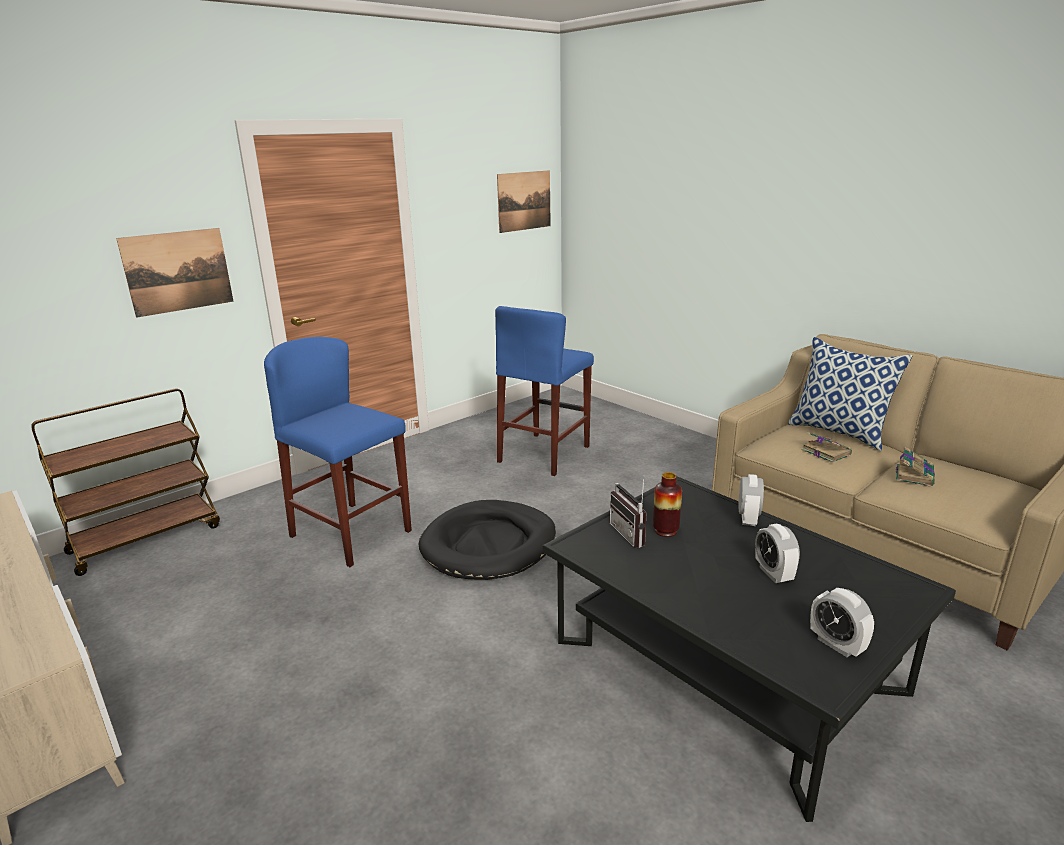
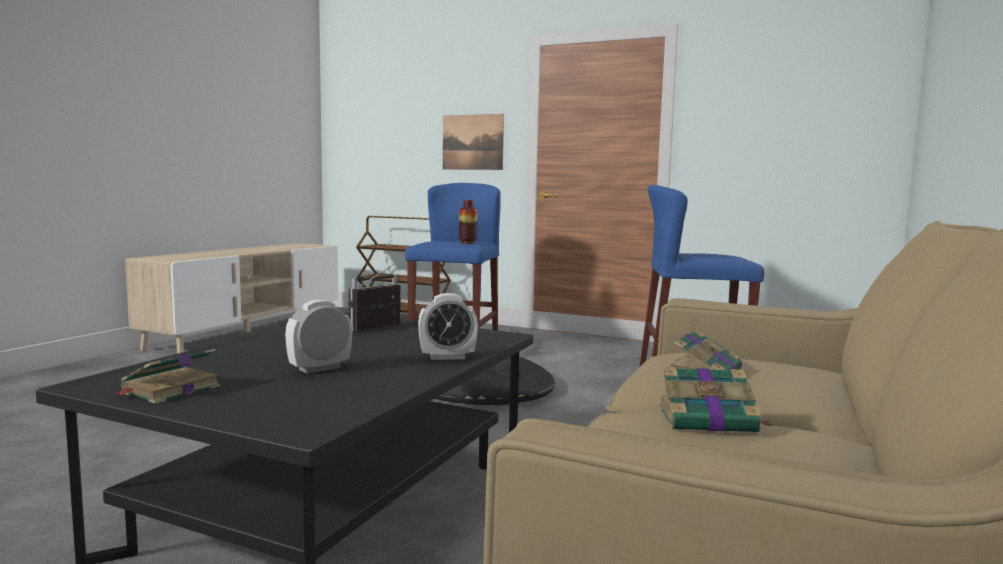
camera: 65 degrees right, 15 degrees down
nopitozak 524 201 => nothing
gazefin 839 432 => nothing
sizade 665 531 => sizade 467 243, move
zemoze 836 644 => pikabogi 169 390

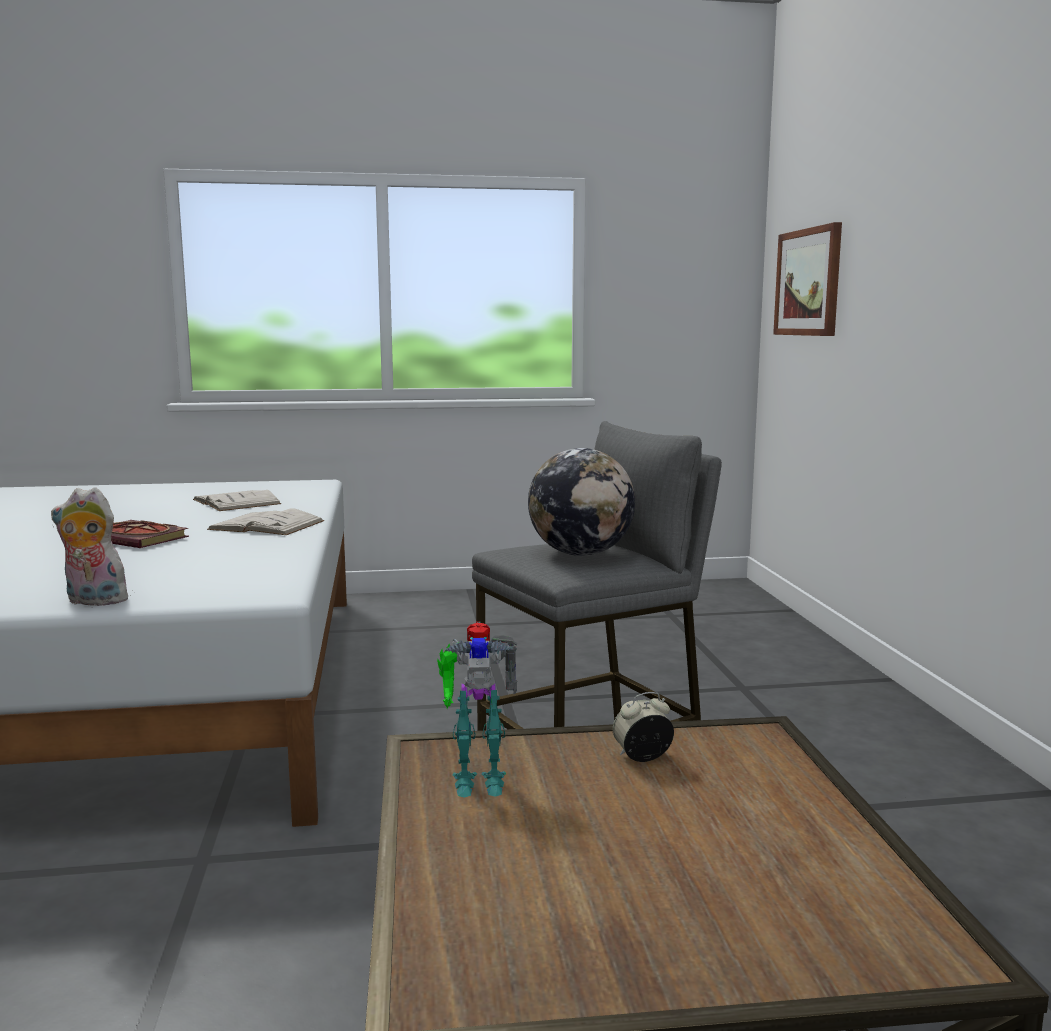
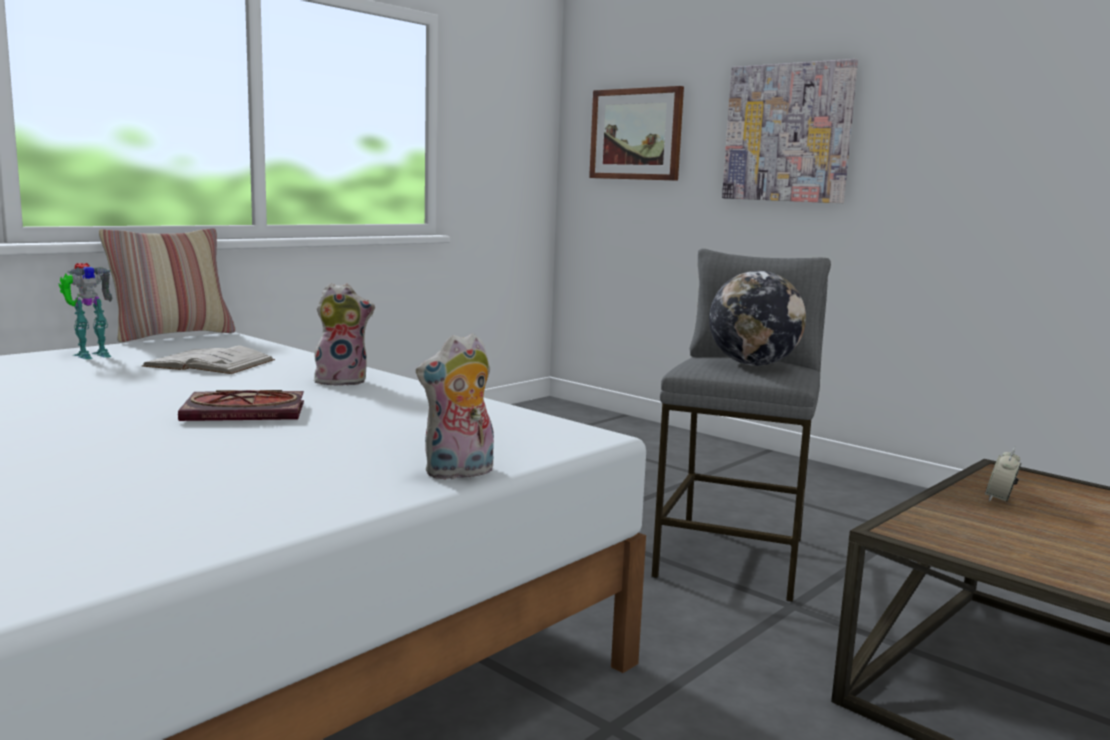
camera: 40 degrees left, 0 degrees up
nothing => gazefin 172 335
nothing => nopitozak 788 133
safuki 476 779 => safuki 90 355, move
white_pikabogi 266 525 => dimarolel 342 381

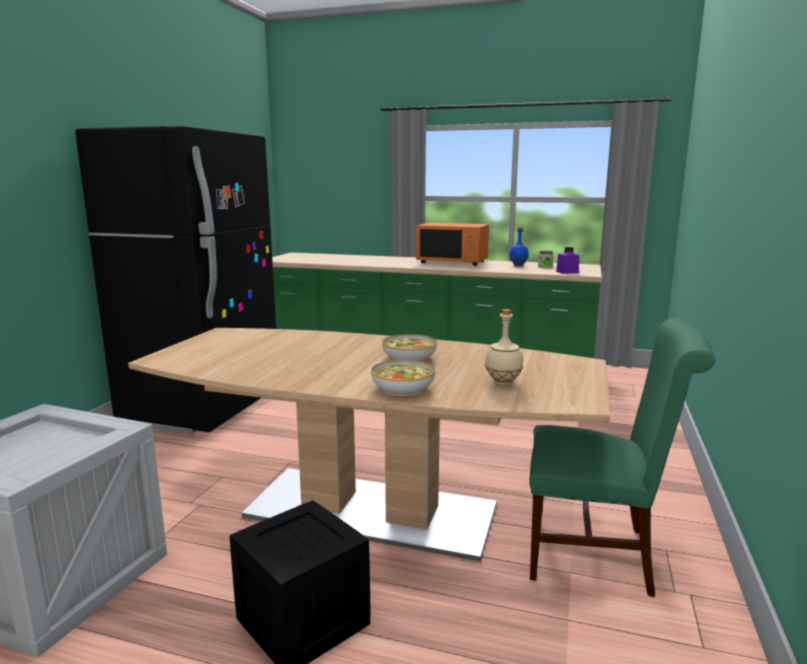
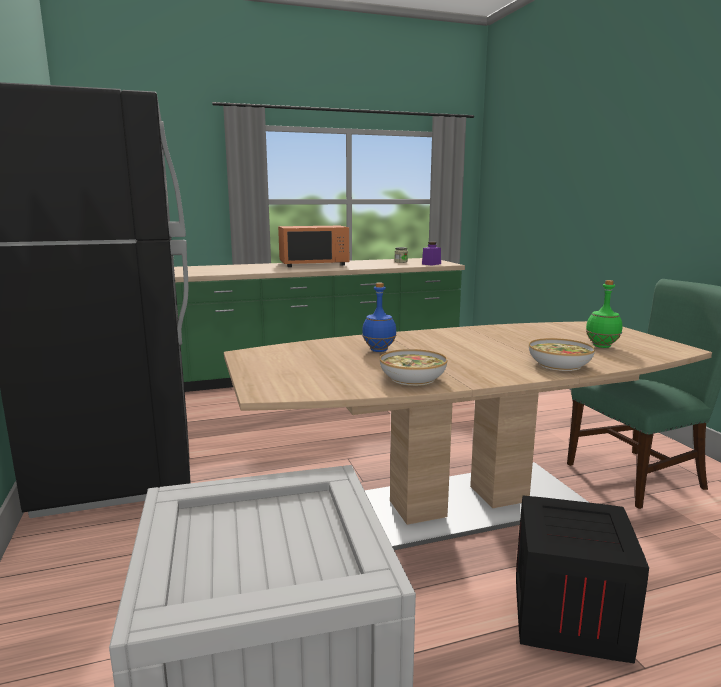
camera: 35 degrees left, 0 degrees up
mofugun 409 358 => mofugun 413 378, move
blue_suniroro 518 265 => blue_suniroro 378 350, move
beige_suniroro 502 382 => green_suniroro 601 346

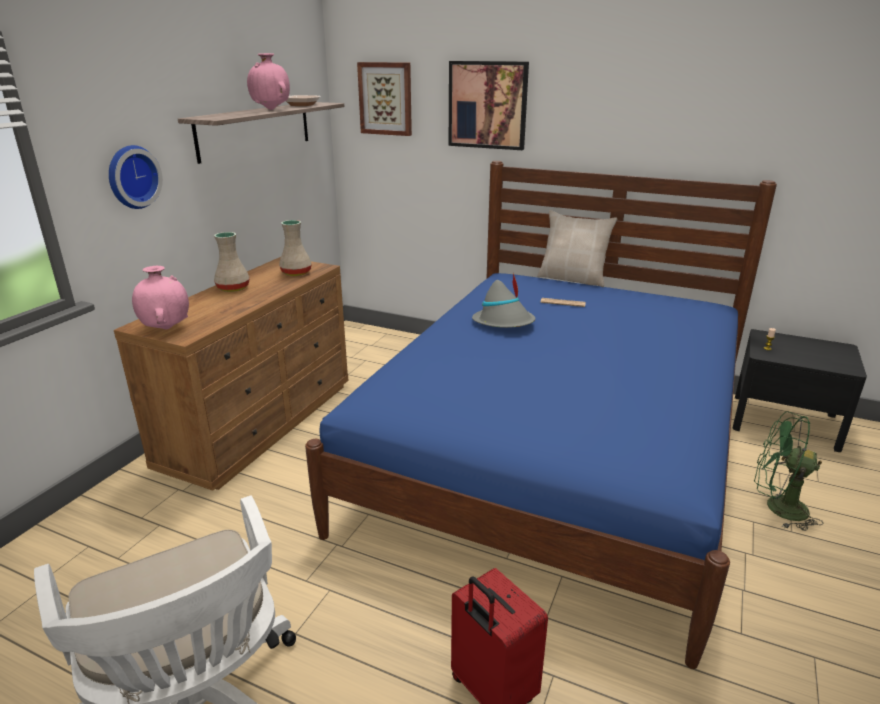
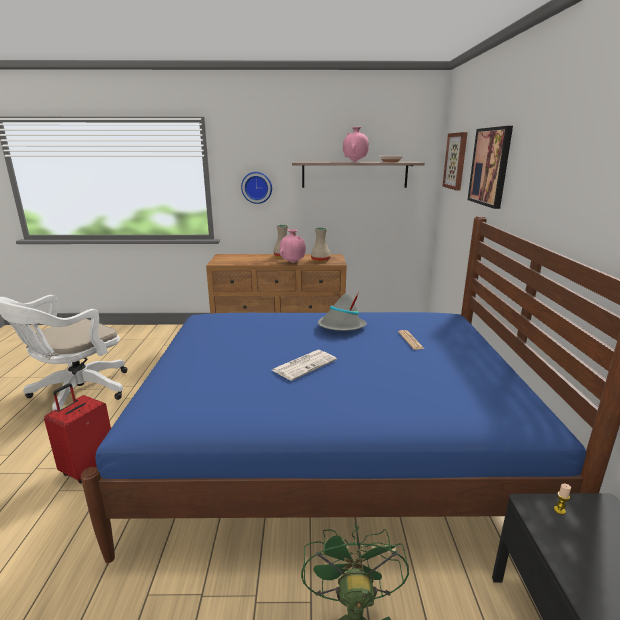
camera: 65 degrees right, 5 degrees down
beige_gazefin 573 279 => nothing
nothing => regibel 304 365
pink_sizade 166 329 => pink_sizade 293 262, move

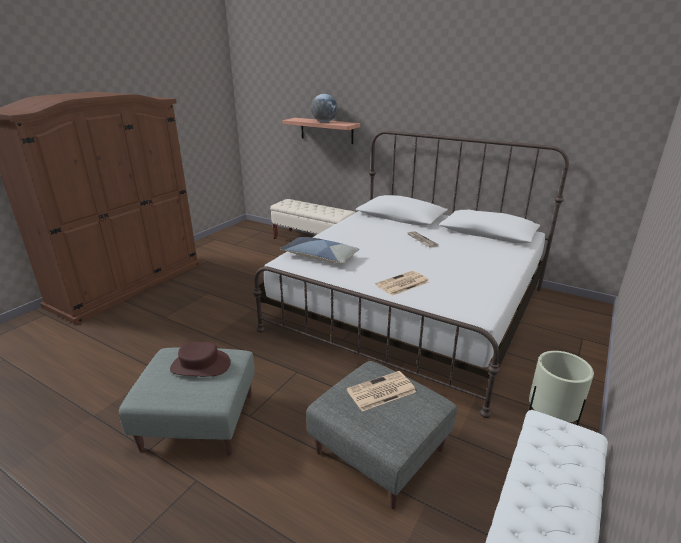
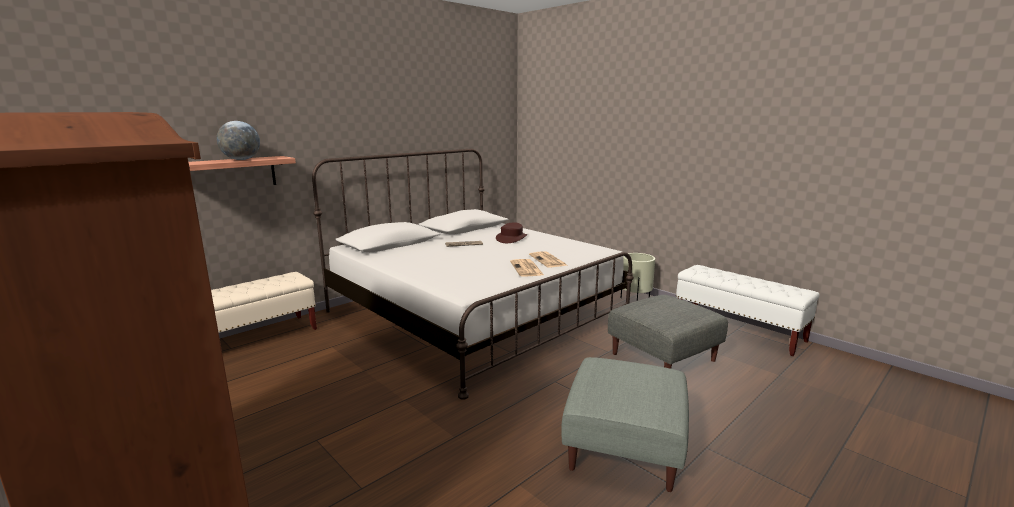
camera: 75 degrees left, 10 degrees down
gazefin 320 257 => nothing
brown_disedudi 200 365 => brown_disedudi 511 238, move
regibel 380 391 => regibel 527 269, move

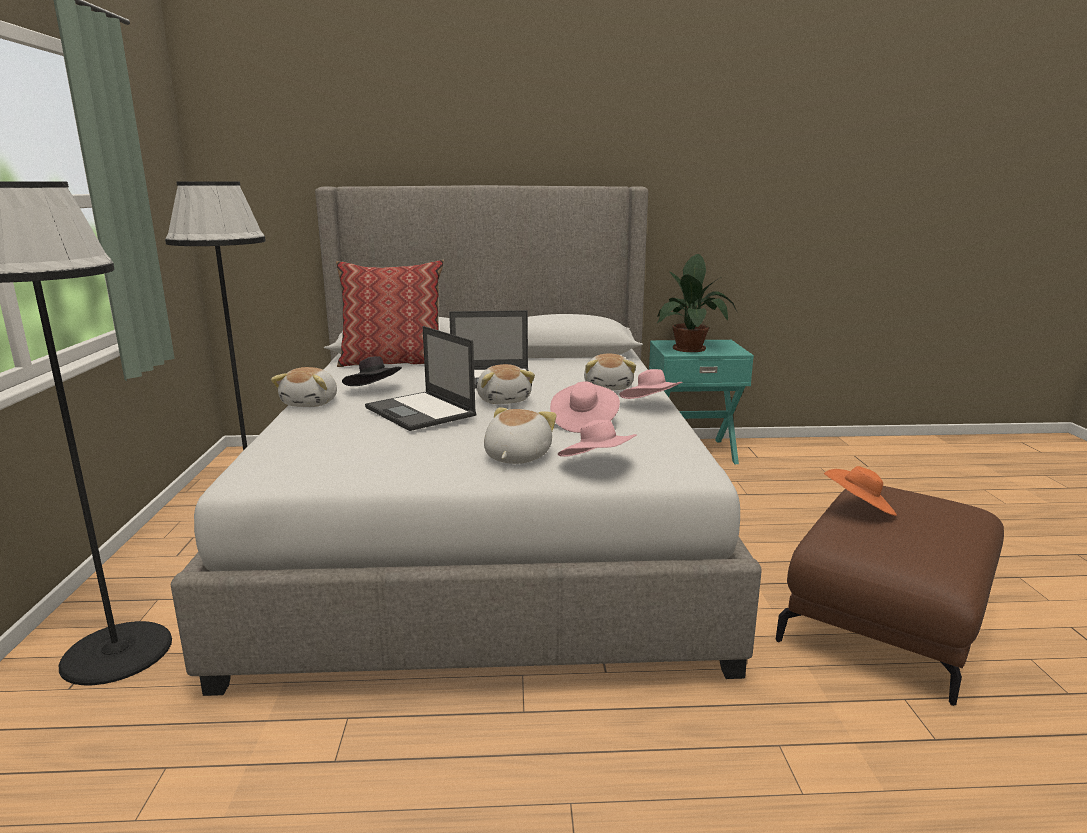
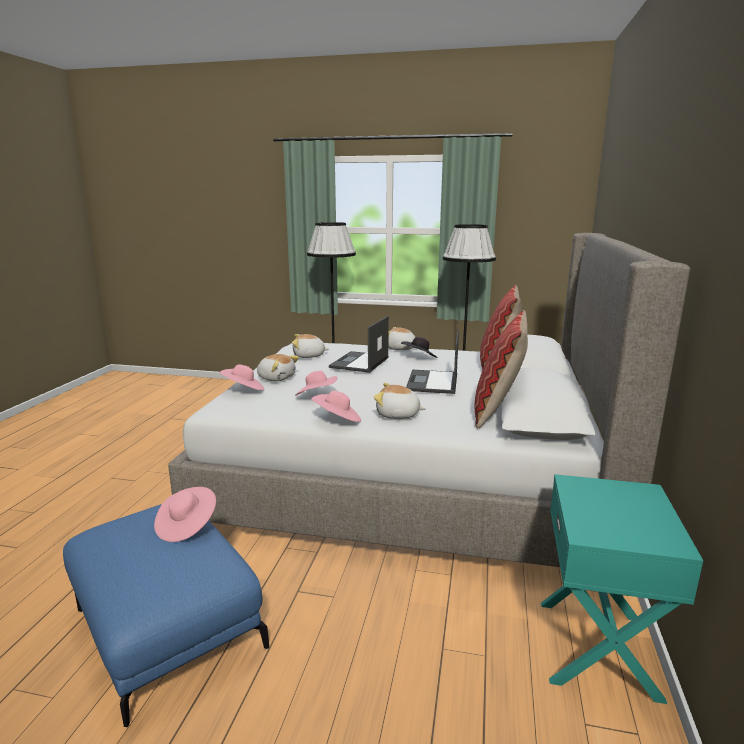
camera: 105 degrees right, 0 degrees up
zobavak 691 348 => nothing
nothing => gazefin 497 411
dimarolel 504 400 => dimarolel 309 356, move
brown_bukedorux 888 623 => blue_bukedorux 166 630
orange_disedudi 859 508 => pink_disedudi 187 526
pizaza 421 412 => pizaza 359 362, 45 degrees counterclockwise

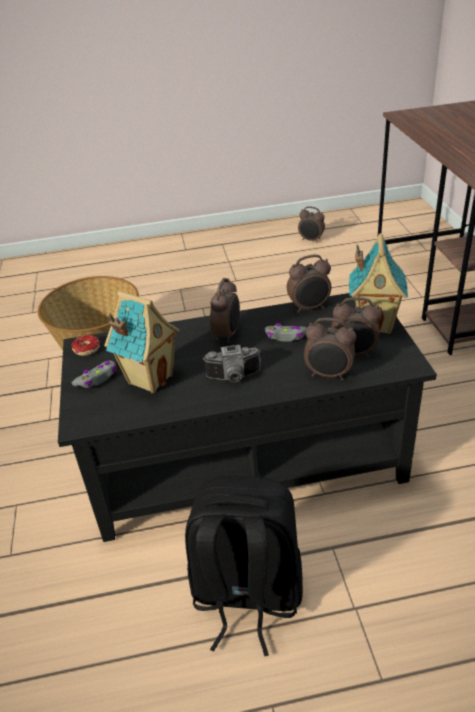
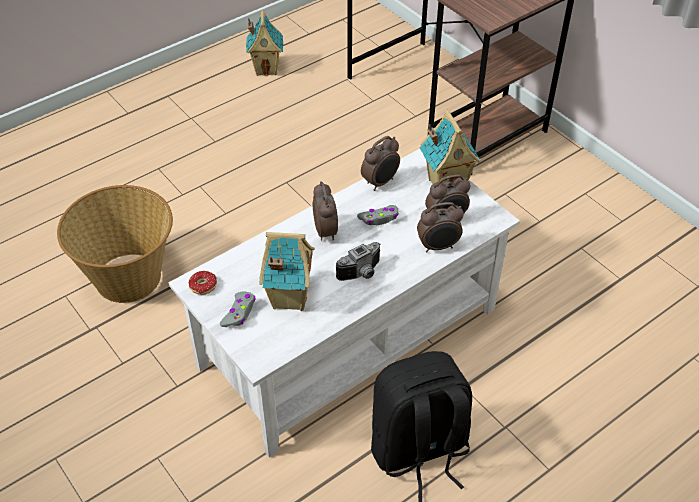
camera: 30 degrees left, 10 degrees up
zemoze 311 240 => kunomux 267 69
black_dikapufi 247 459 => white_dikapufi 349 336

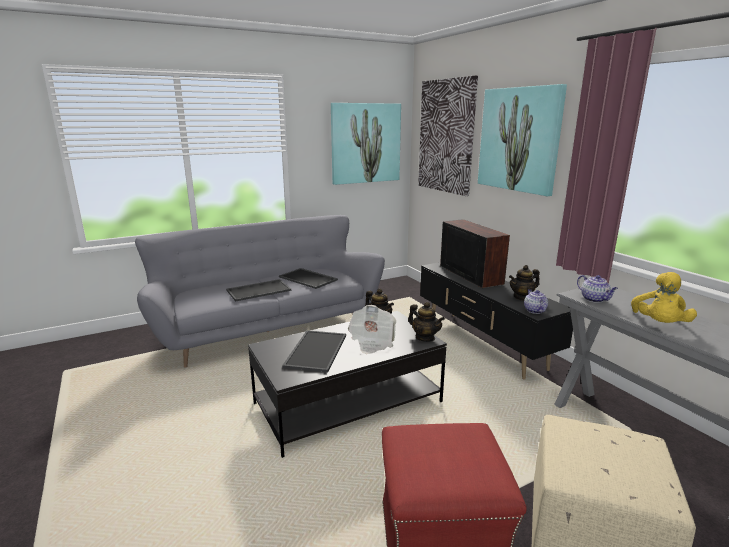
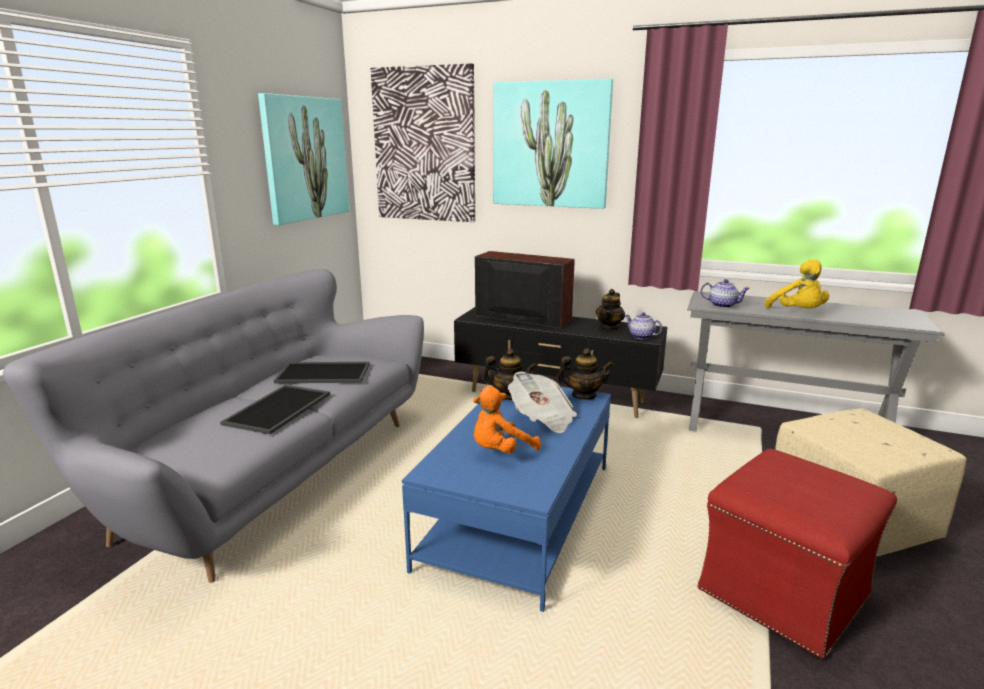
camera: 40 degrees left, 0 degrees up
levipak 315 350 => orange_dimarolel 500 451
black_dikapufi 348 403 => blue_dikapufi 519 514

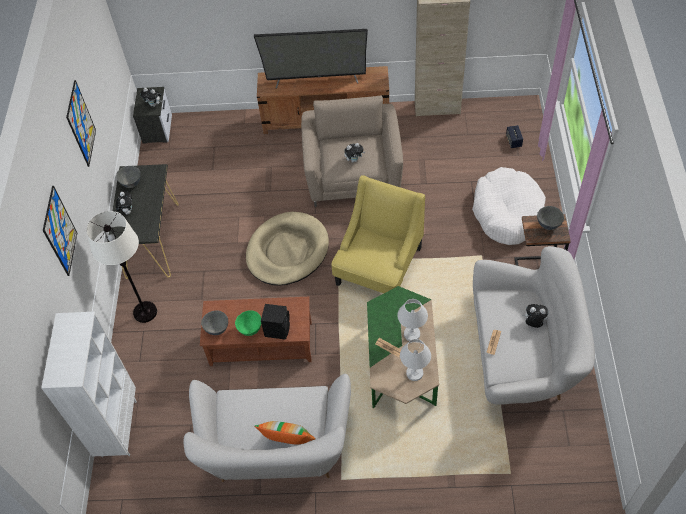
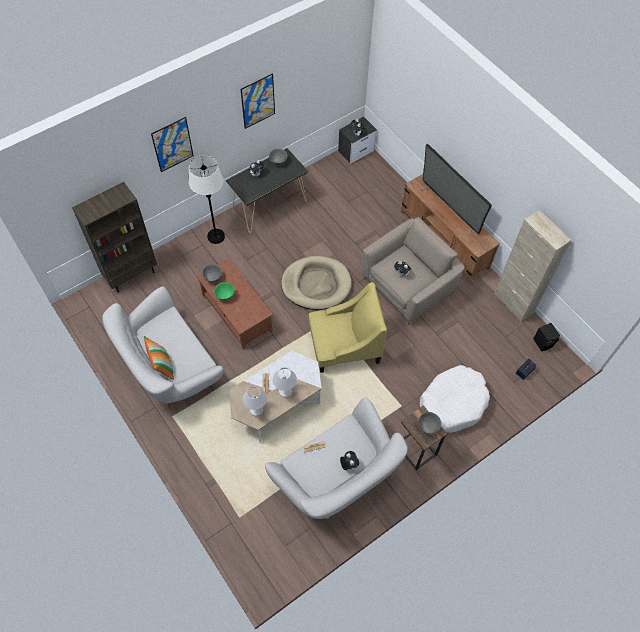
camera: 50 degrees right, 5 degrees up
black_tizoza 277 329 => black_tizoza 543 342, move
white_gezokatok 118 428 => brown_gezokatok 131 274
green_dikapufi 402 365 => white_dikapufi 277 404

